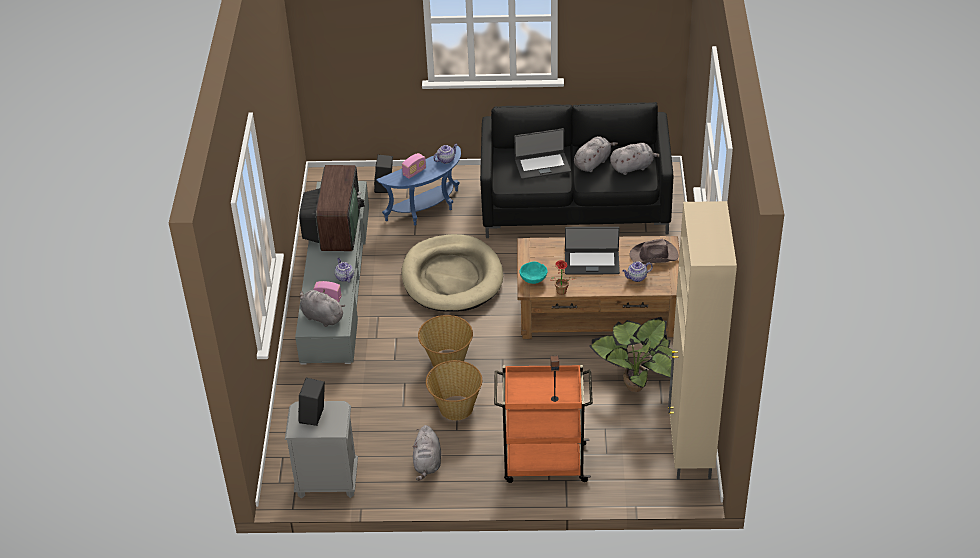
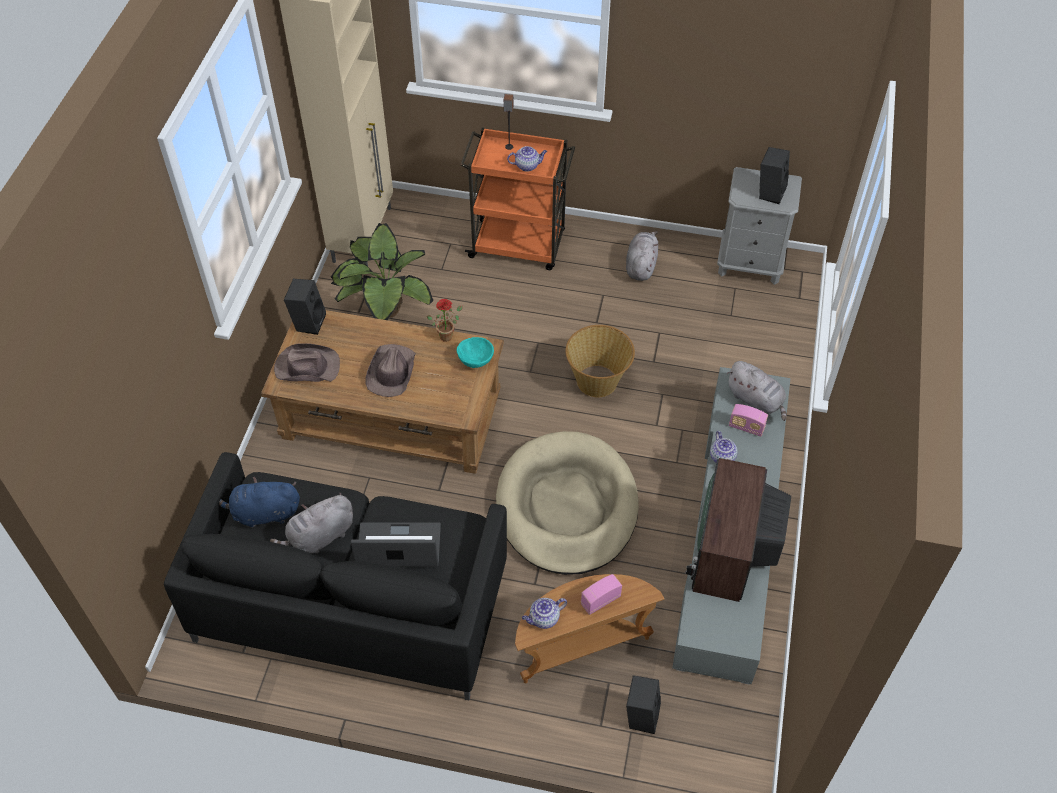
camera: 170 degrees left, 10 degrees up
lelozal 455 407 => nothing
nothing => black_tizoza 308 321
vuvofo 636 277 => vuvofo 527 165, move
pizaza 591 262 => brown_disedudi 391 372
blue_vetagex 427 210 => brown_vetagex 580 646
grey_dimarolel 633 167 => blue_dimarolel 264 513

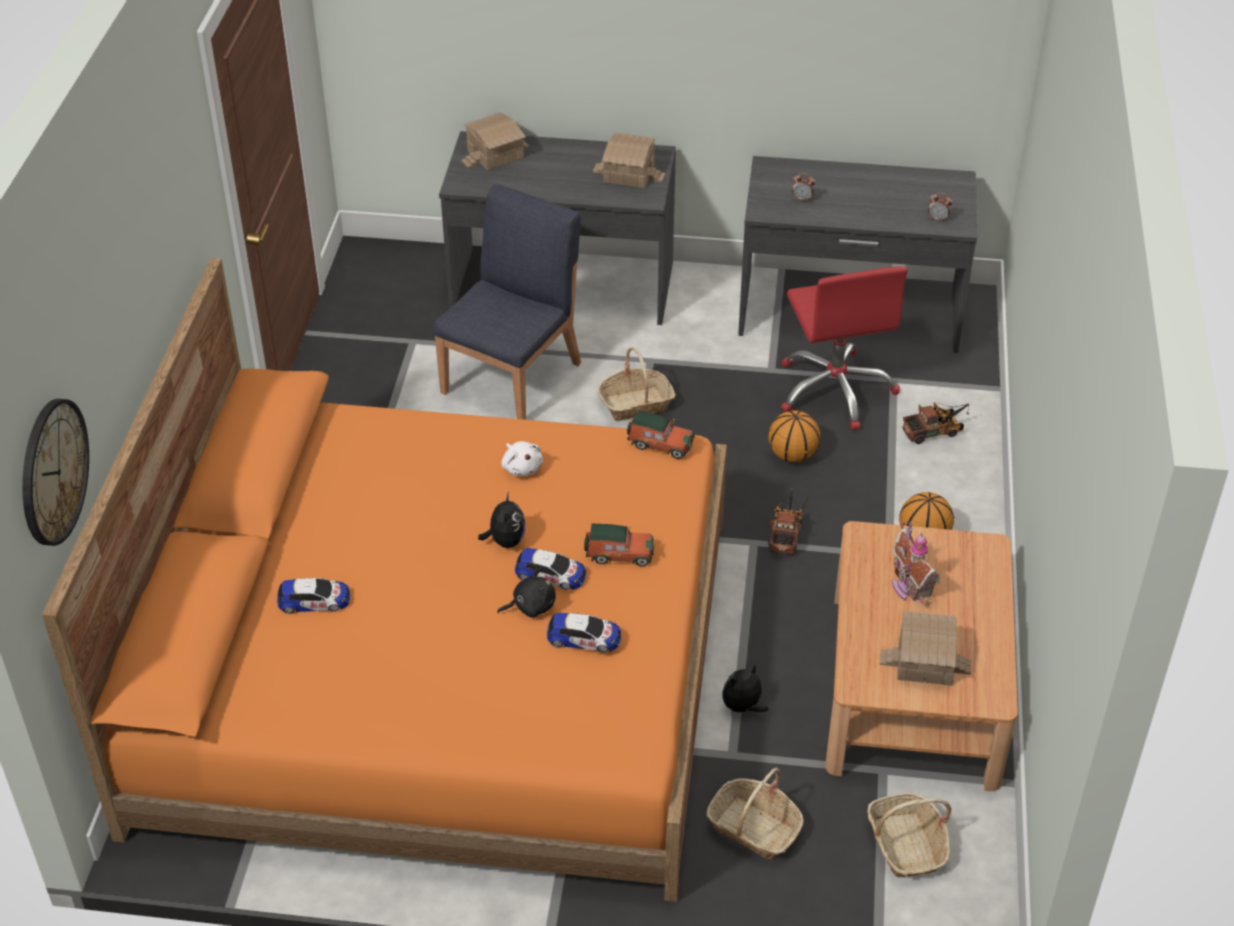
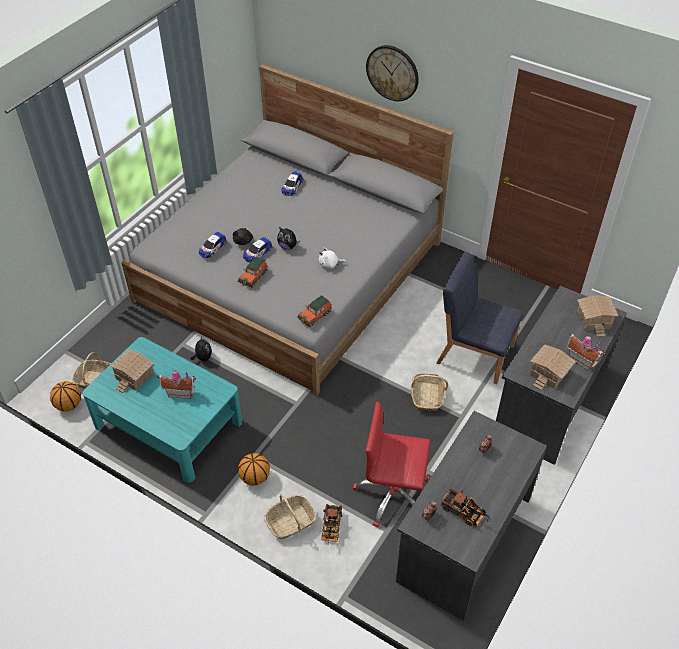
camera: 115 degrees right, 5 degrees up
nothing => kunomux 582 360
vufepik 53 471 => vufepik 392 73, move
lelozal 754 828 => lelozal 290 522, move
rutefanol 792 455 => rutefanol 68 405, move
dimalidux 786 532 => dimalidux 464 513, move
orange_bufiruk 440 669 => grey_bufiruk 291 271
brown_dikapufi 913 687 => turquoise_dikapufi 169 424
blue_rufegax 513 377 => blue_rufegax 474 353, 150 degrees clockwise

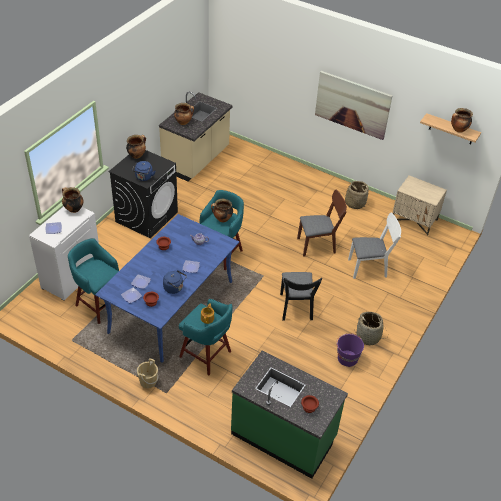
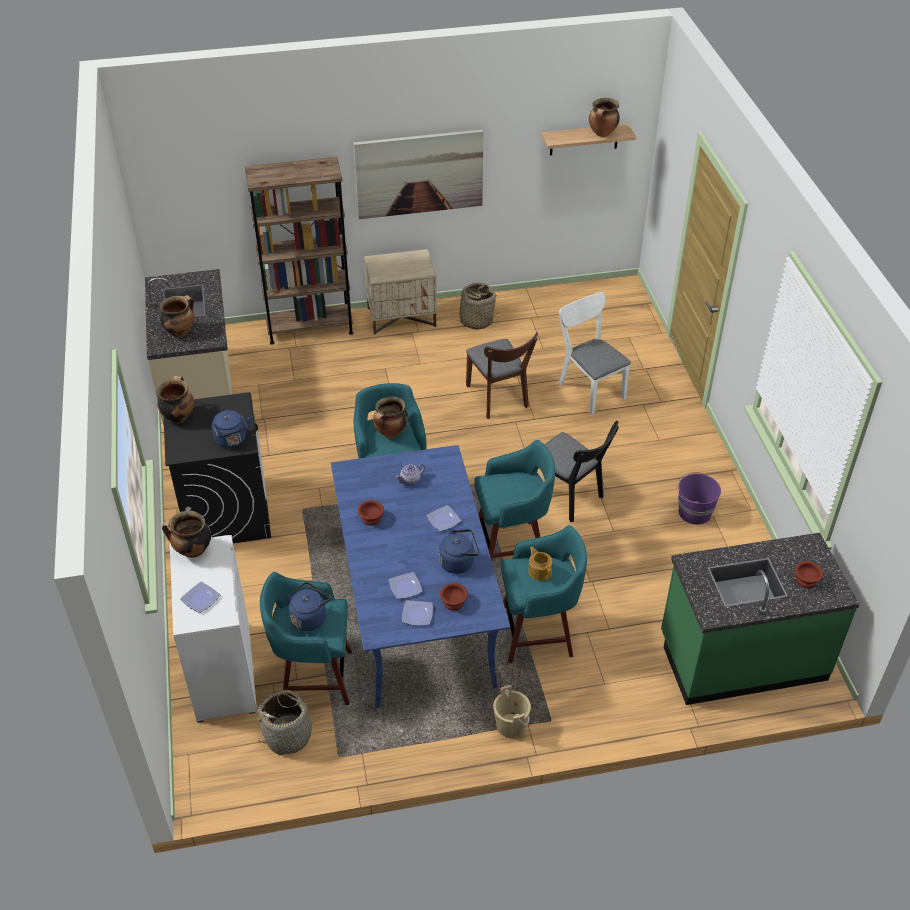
camera: 40 degrees left, 0 degrees up
nothing => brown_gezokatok 310 328
nothing => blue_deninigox 309 617
nothing => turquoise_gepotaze 511 547
lelozal 368 337 => lelozal 289 736, move
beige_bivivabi 414 220 => beige_bivivabi 402 317, move
brown_rufegax 319 245 => brown_rufegax 498 399, 120 degrees clockwise
white_rufegax 370 267 => white_rufegax 589 388, 75 degrees counterclockwise

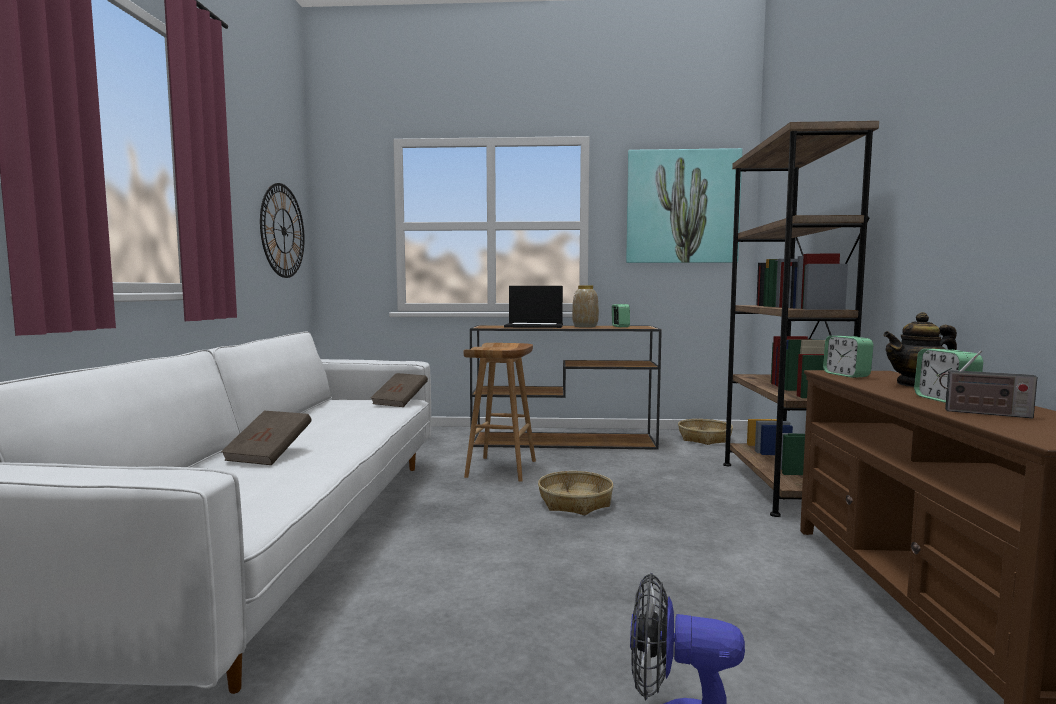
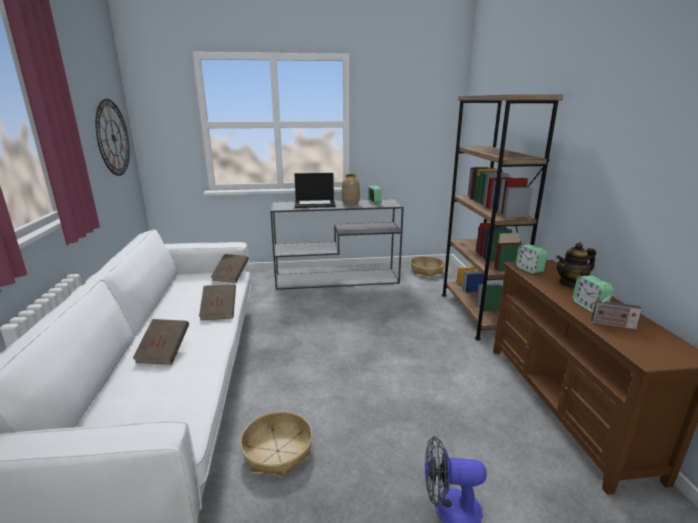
camera: 10 degrees left, 15 degrees up
brown_gepotaze 502 469 => nothing
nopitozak 682 207 => nothing
nothing => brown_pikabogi 219 311
lelozal 575 502 => lelozal 277 451, move
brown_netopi 565 440 => grey_netopi 338 279

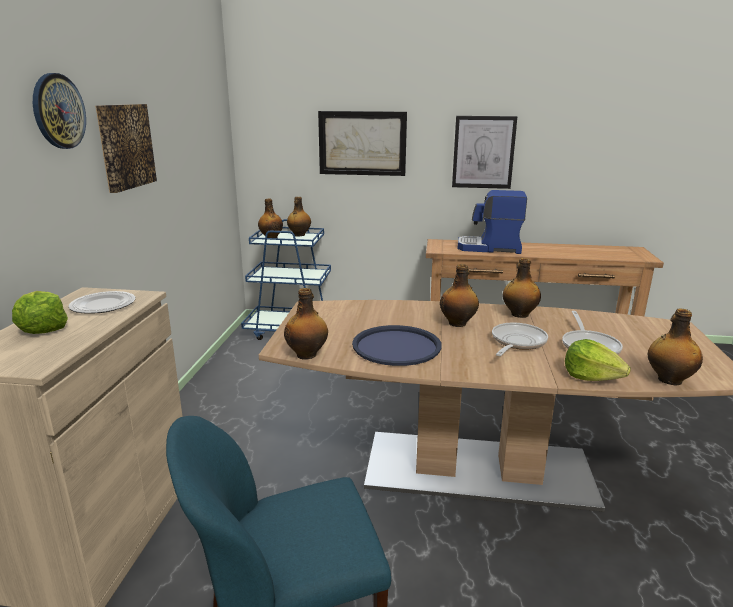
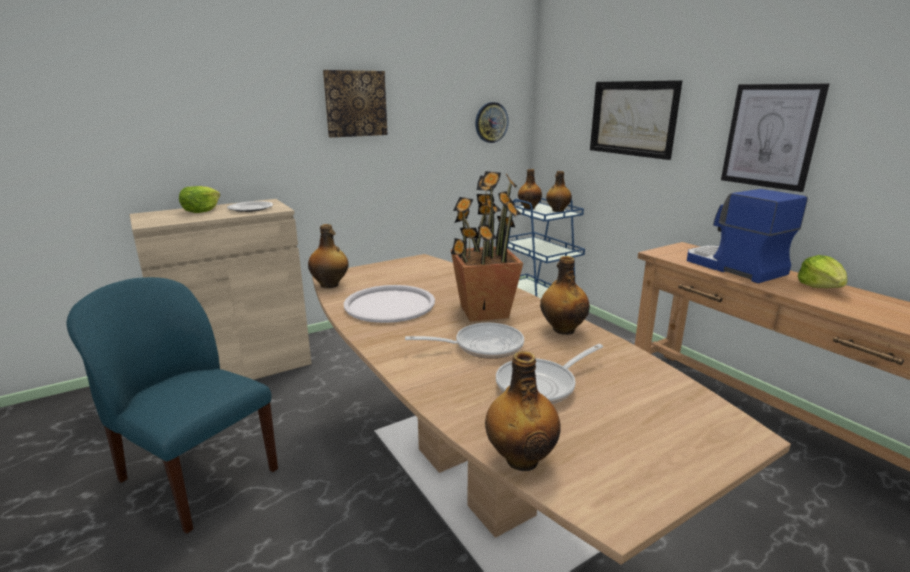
camera: 50 degrees right, 0 degrees up
vufepik 58 111 => vufepik 491 122, move
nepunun 591 376 => nepunun 820 287, move
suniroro 458 323 => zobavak 483 311
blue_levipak 396 346 => white_levipak 389 305

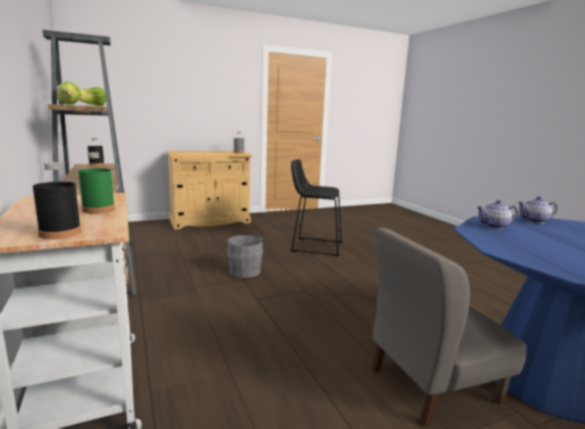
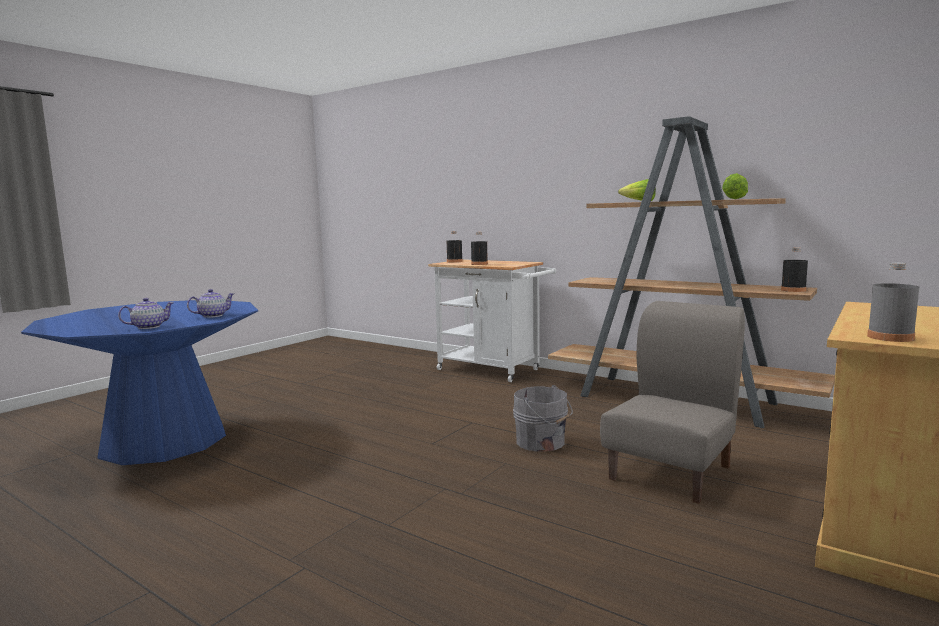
camera: 150 degrees right, 5 degrees down
black_gepotaze 314 246 => nothing
grey_rufegax 432 384 => grey_rufegax 671 472, move
green_suniroro 98 209 => black_suniroro 479 264

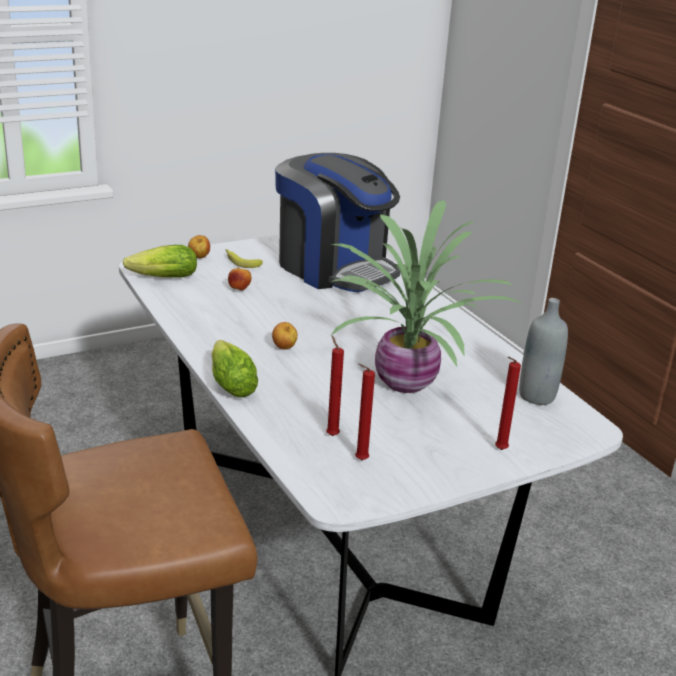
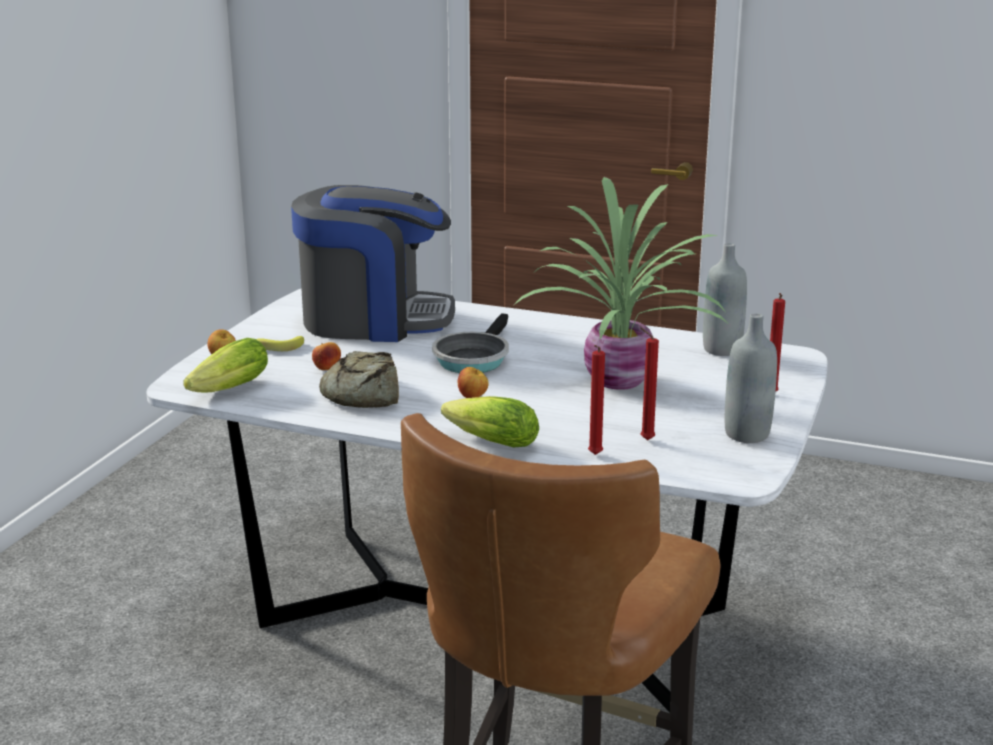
camera: 40 degrees left, 5 degrees down
nothing => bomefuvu 362 393
nothing => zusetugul 472 358
nothing => grey_suniroro 747 434
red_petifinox 359 460 => red_petifinox 594 455, move

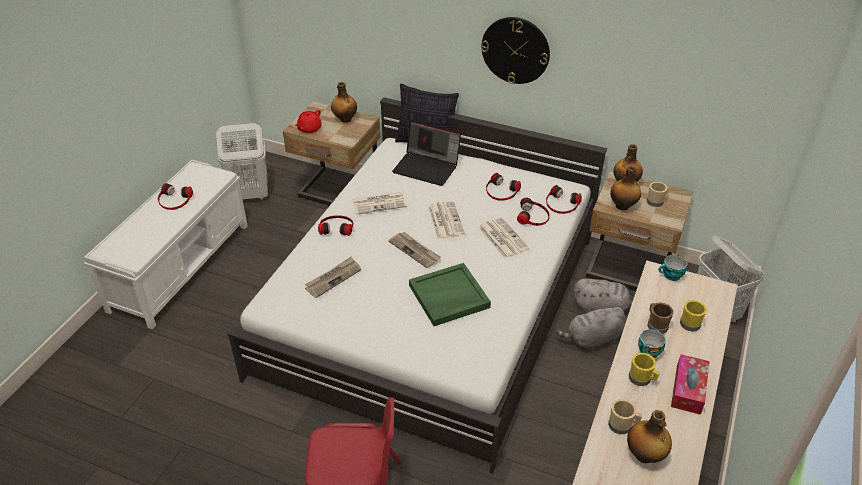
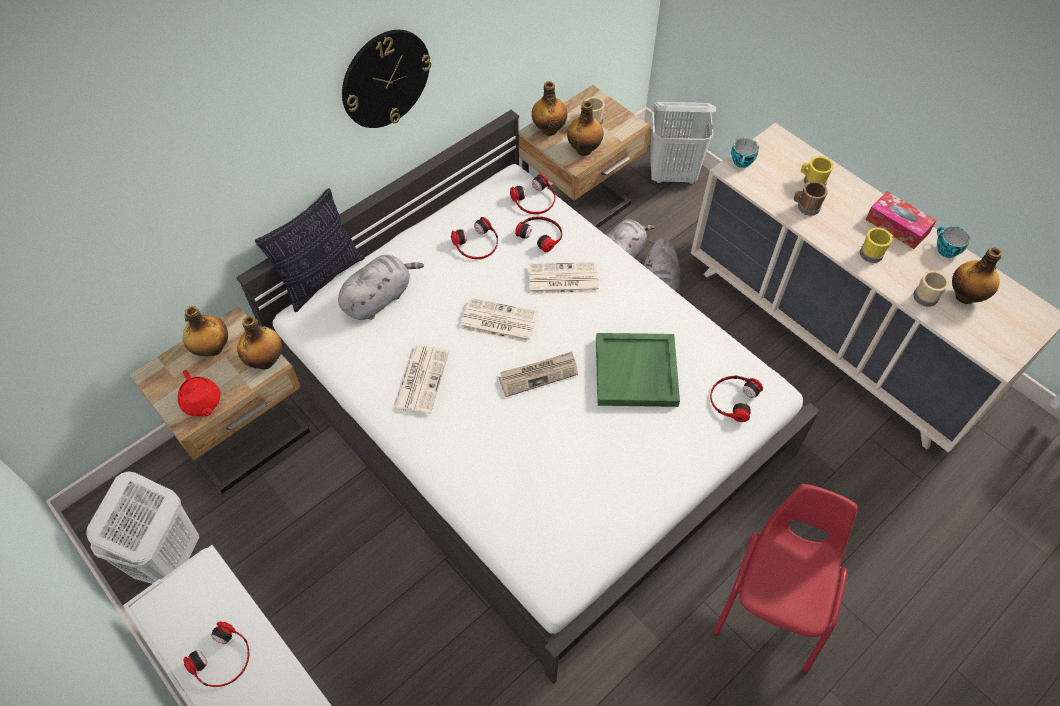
camera: 65 degrees left, 15 degrees up
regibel 333 278 => nothing
nothing => suniroro 266 360
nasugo 336 227 => nasugo 732 399, move
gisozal 649 350 => gisozal 945 250, move
pizaza 427 167 => grey_dimarolel 379 298

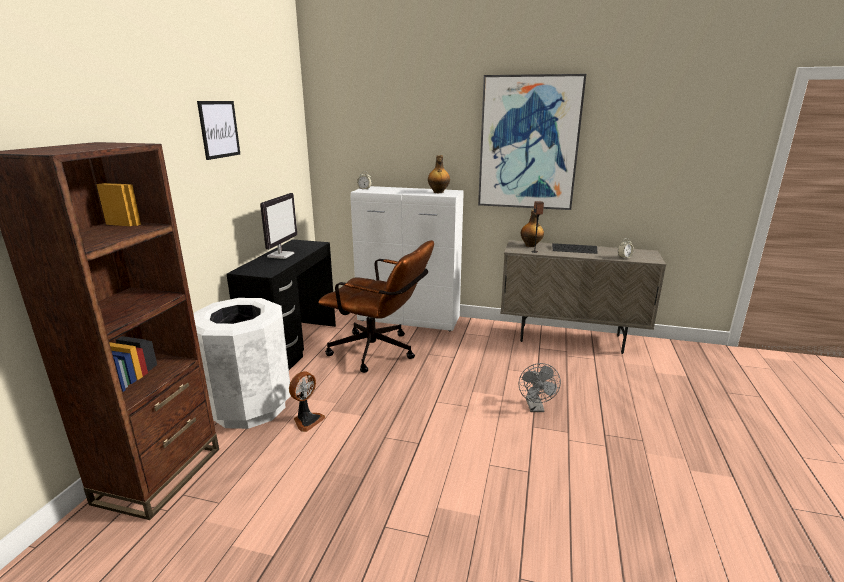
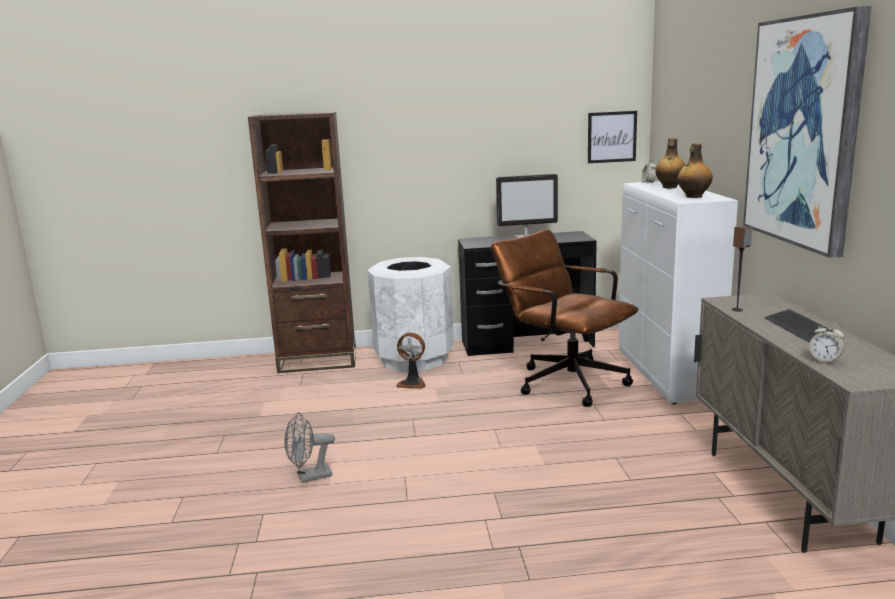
camera: 70 degrees right, 5 degrees down
nopitozak 219 129 => nopitozak 611 137, move
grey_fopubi 536 408 => grey_fopubi 309 477, move
suniroro 531 246 => suniroro 669 187, move
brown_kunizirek 379 352 => brown_kunizirek 563 380, 135 degrees clockwise

